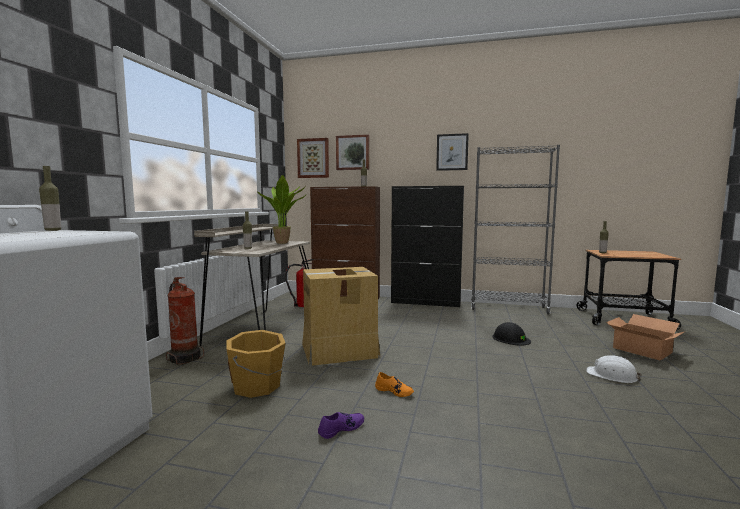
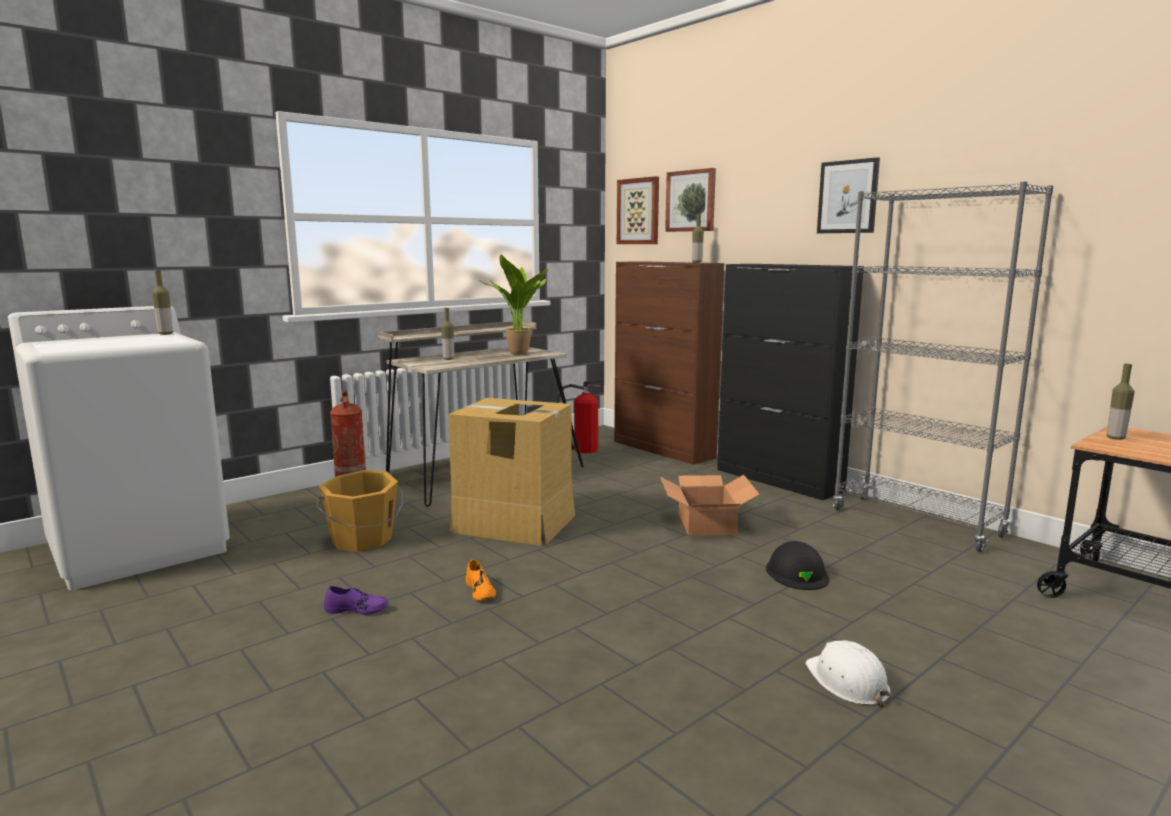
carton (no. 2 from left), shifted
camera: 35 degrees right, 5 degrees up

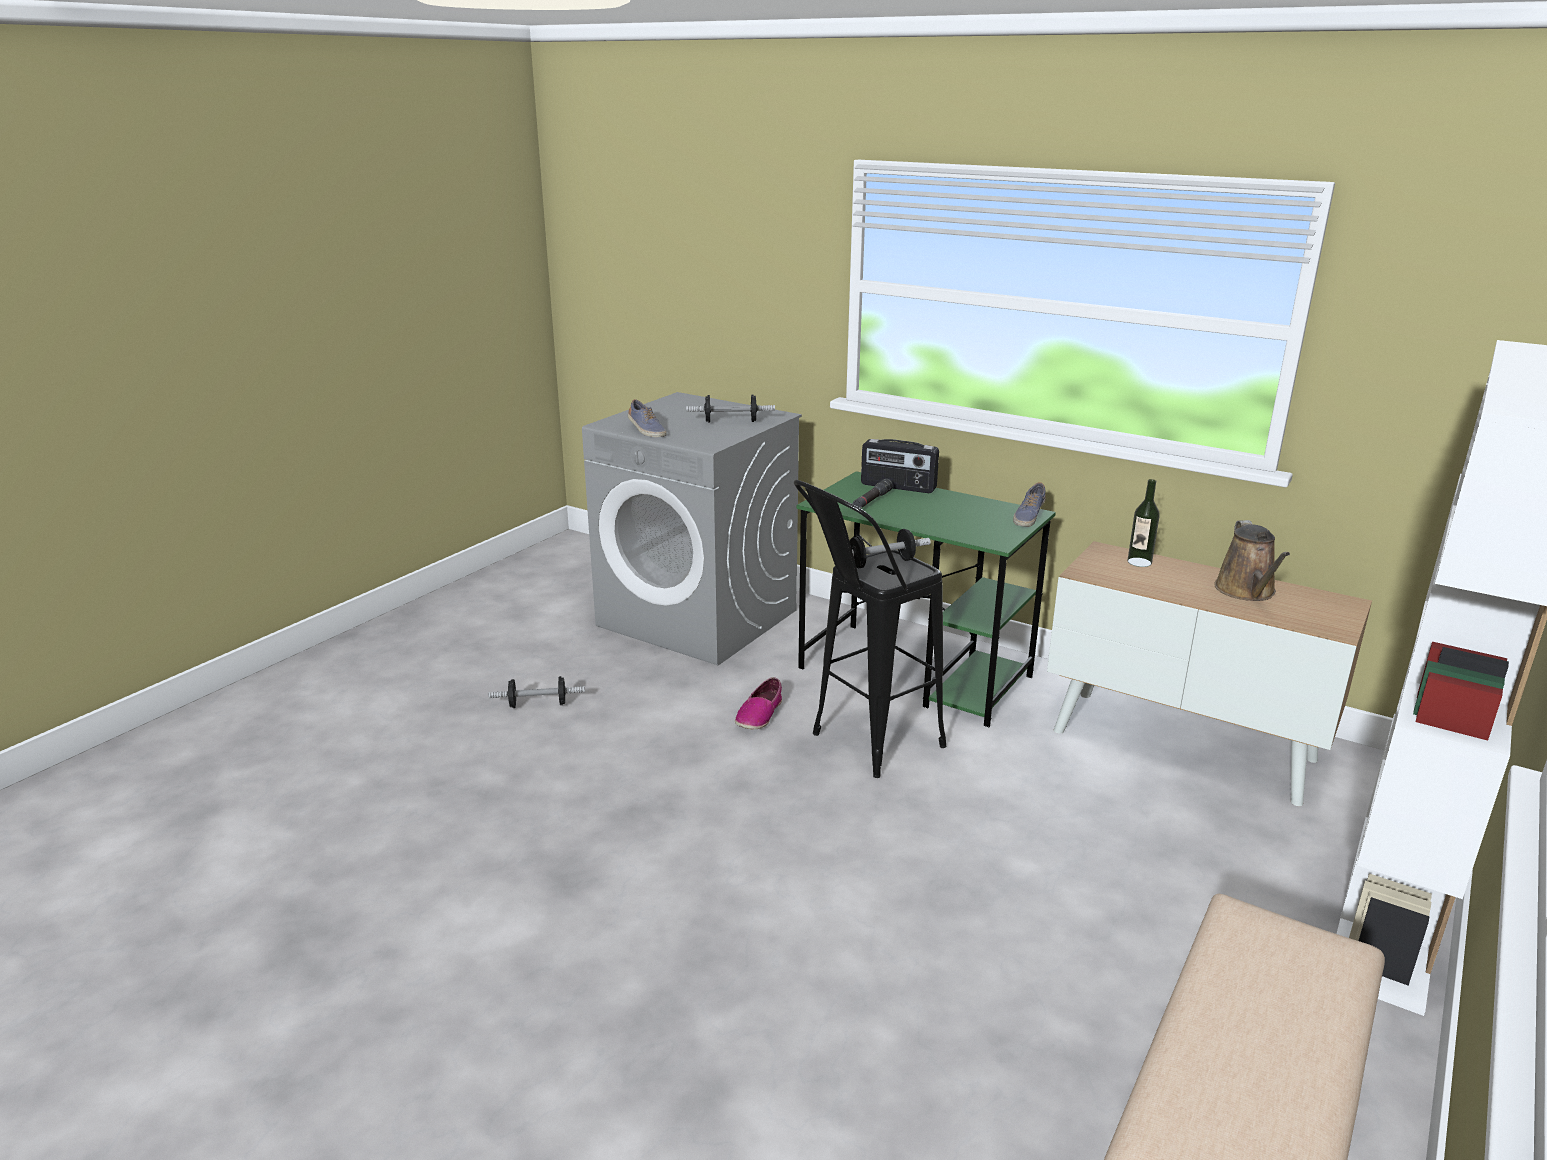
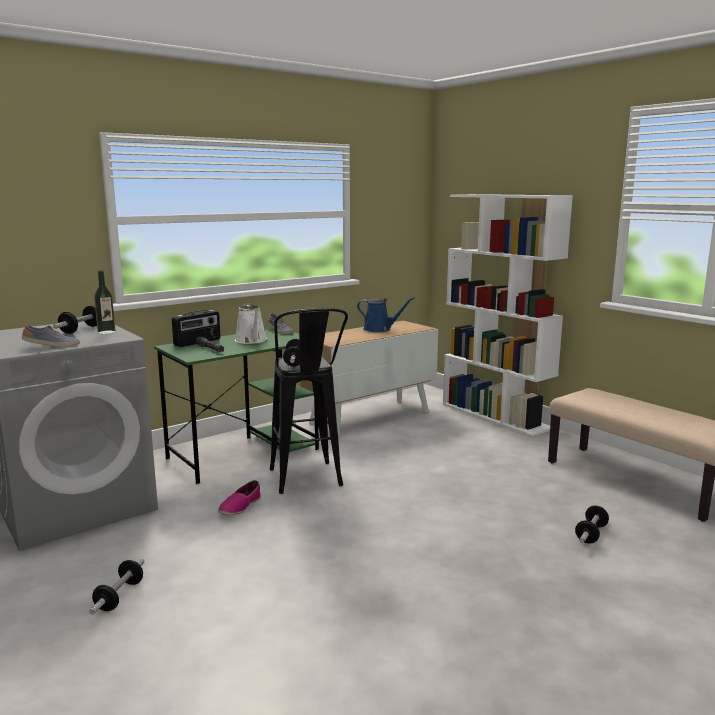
bouteille, shifted
arrosoir/marron → arrosoir/bleu
chaussure (no. 2 from left), 75 degrees clockwise
- → arrosoir/blanc
- → haltère (no. 4 from left)
camera: 70 degrees left, 10 degrees down

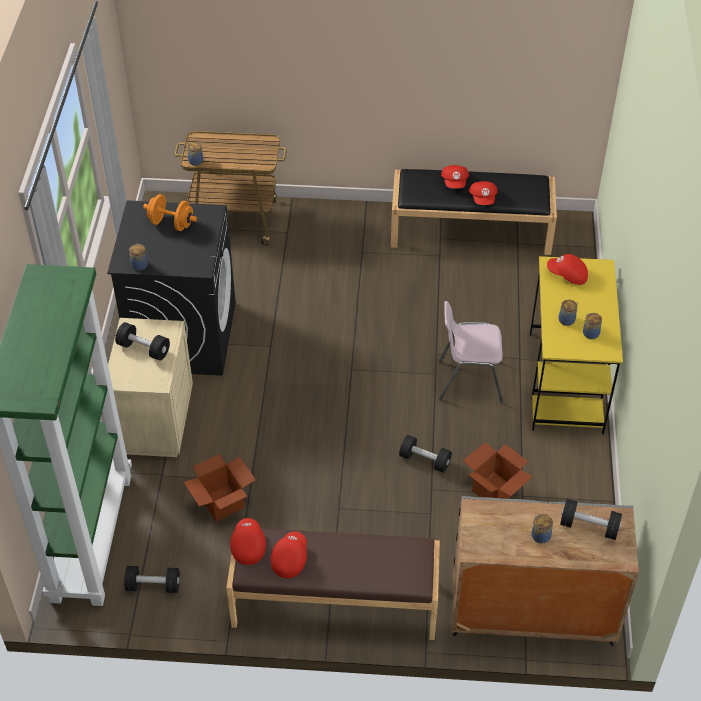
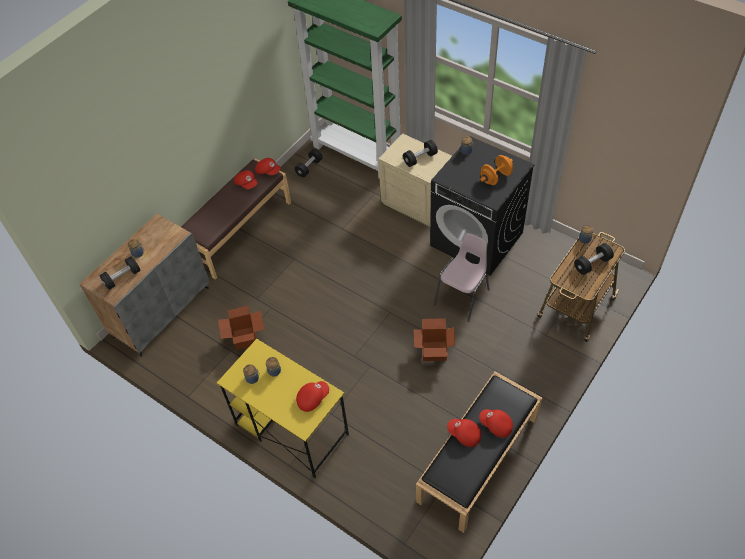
chaise/rose, shifted
haltère/noir (no. 3 from left in the first image) → haltère/noir (no. 4 from left), shifted
carton (no. 1 from left in the first image) → carton (no. 2 from left), shifted
camera: 125 degrees right, 5 degrees up

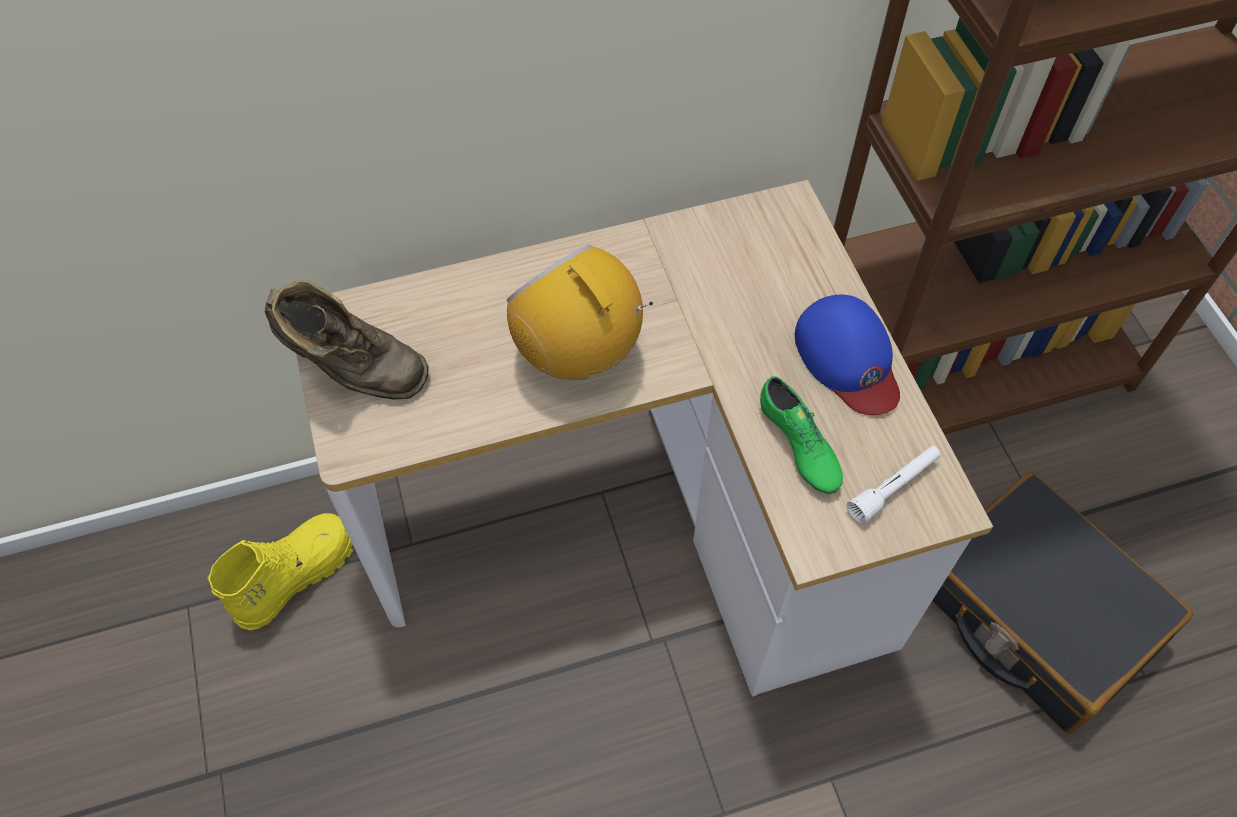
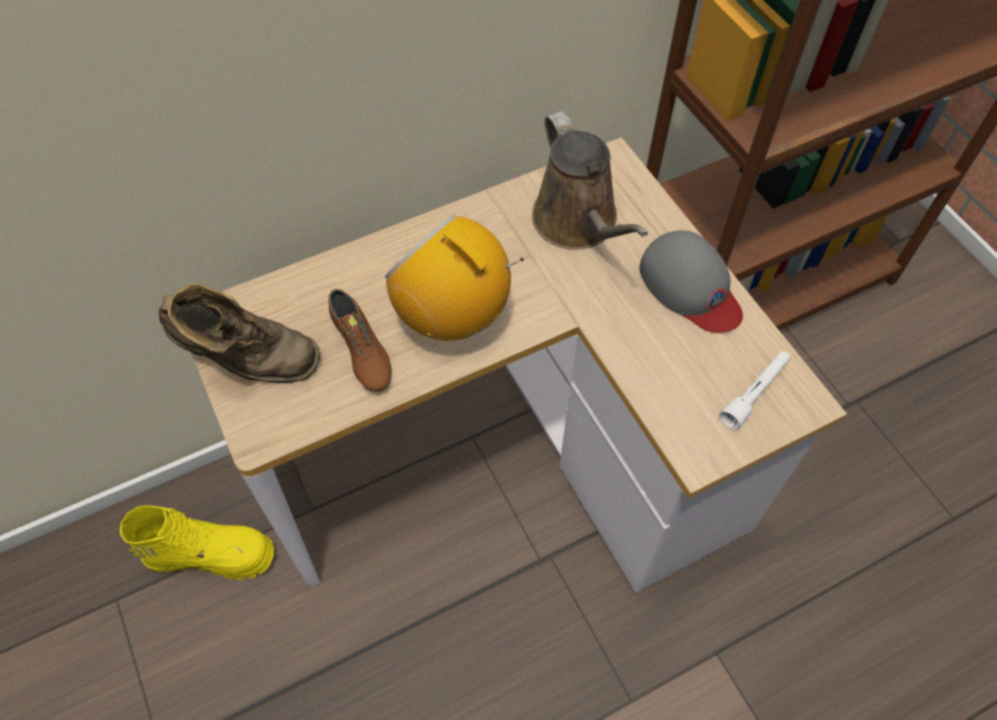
casquette/bleu → casquette/gris
chaussure/vert → -
valise/noir → -
botte/jaune, 60 degrees clockwise
- → arrosoir/marron
- → chaussure/marron
camera: 10 degrees left, 0 degrees up

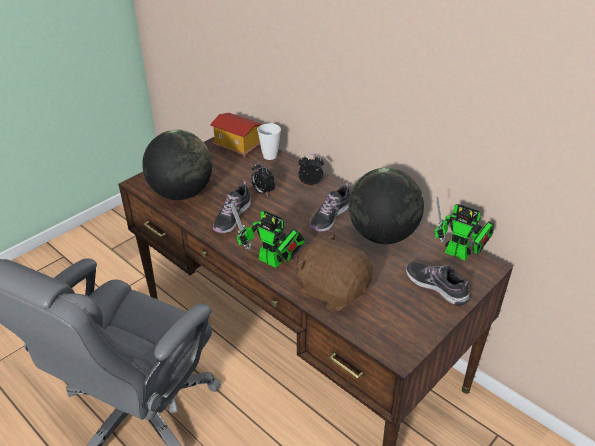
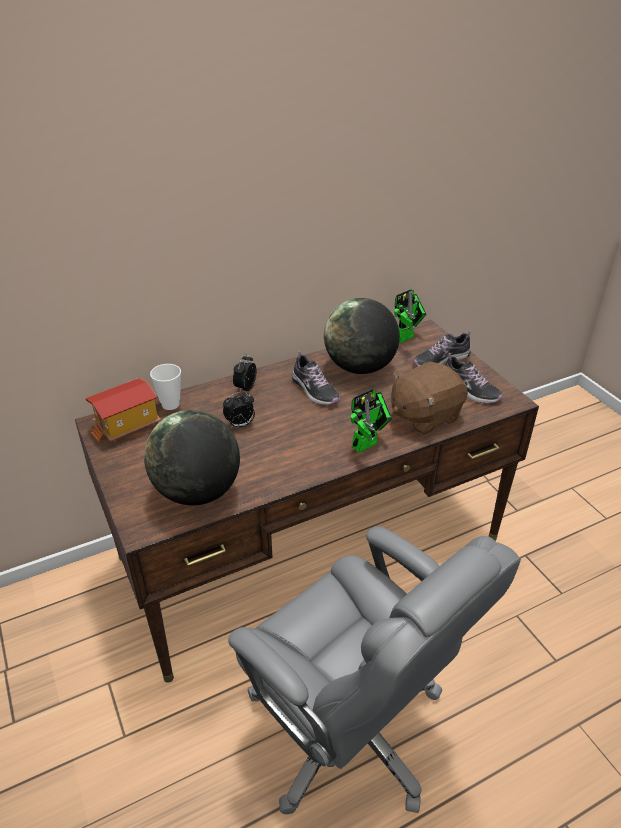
chaussure (no. 1 from left in the first image) → chaussure (no. 3 from left), shifted
camera: 70 degrees left, 0 degrees up

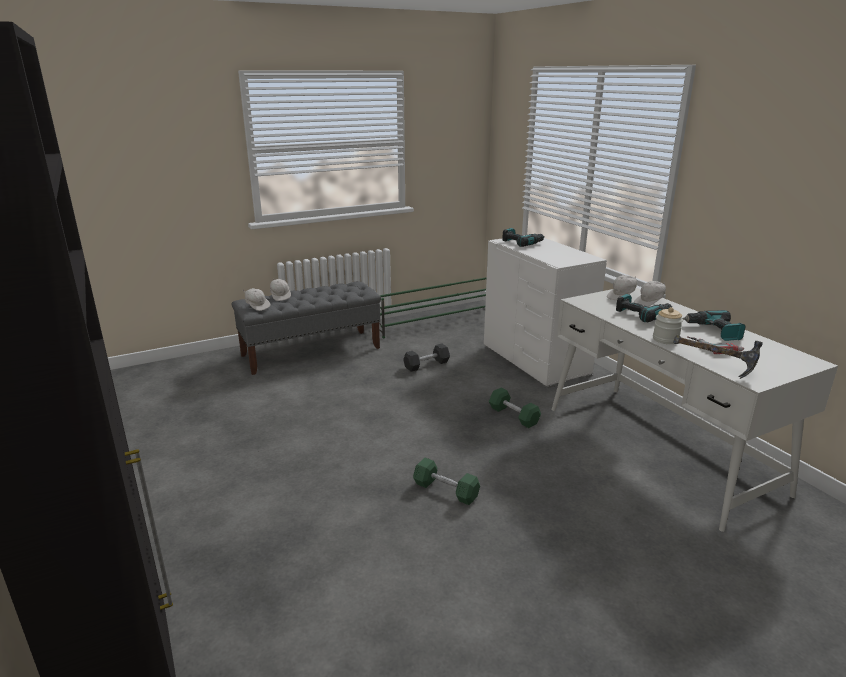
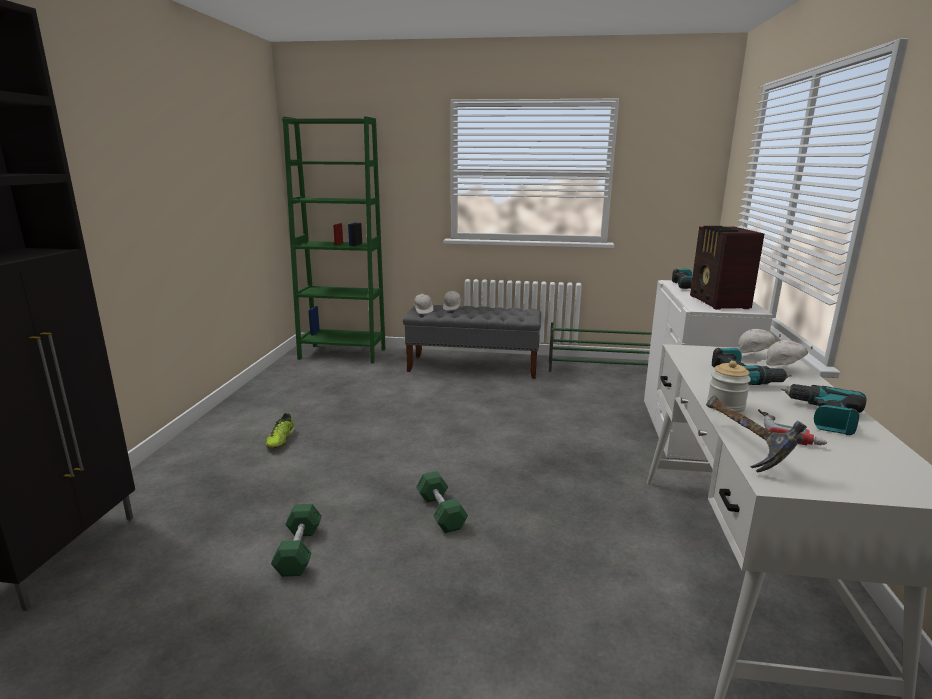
haltère/gris → -
haltère/vert (no. 2 from left in the first image) → haltère/vert (no. 1 from left), shifted
- → bibliothèque/vert
- → radio
- → chaussure
camera: 35 degrees right, 5 degrees down

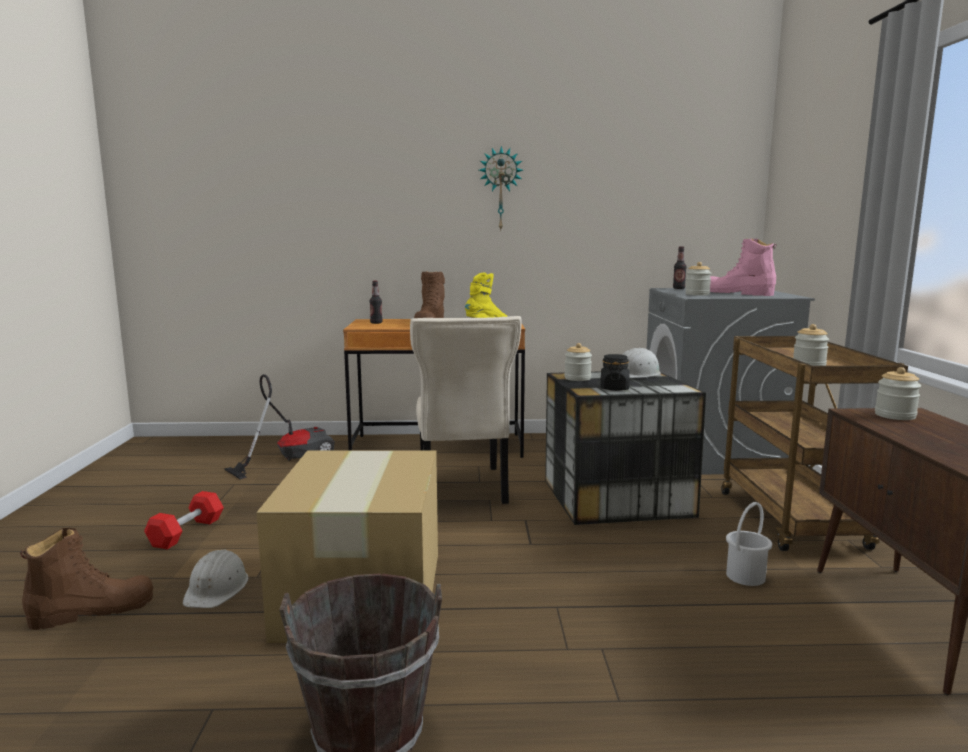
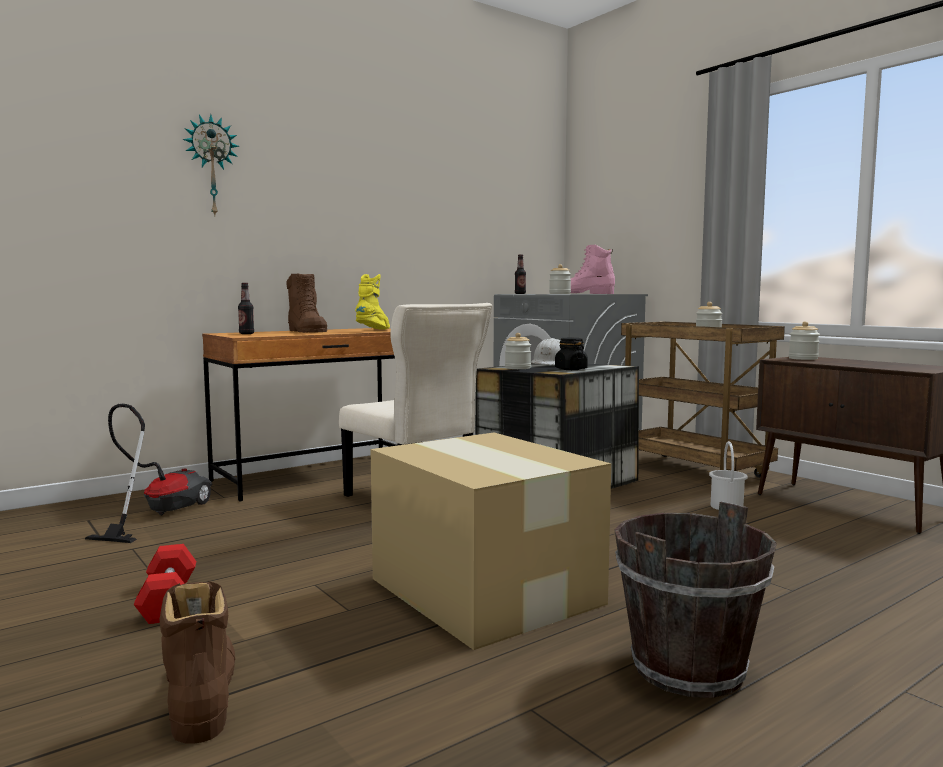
horloge murale, shifted
botte/marron (no. 1 from left), 45 degrees counterclockwise
casque de chantier/blanc (no. 1 from left) → -
camera: 35 degrees left, 5 degrees down

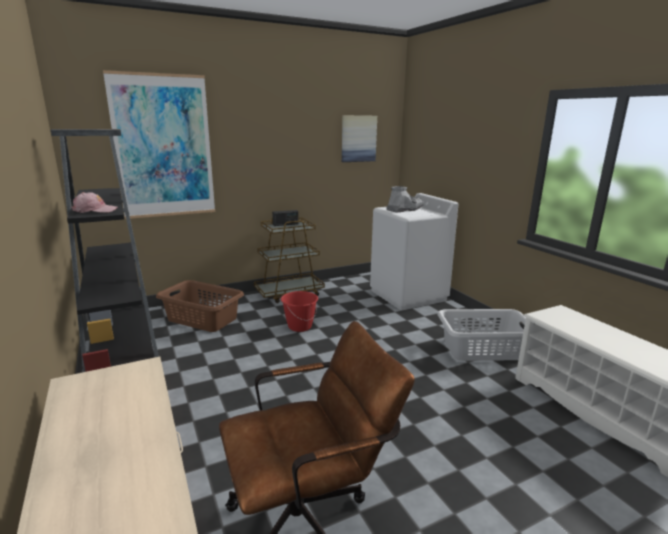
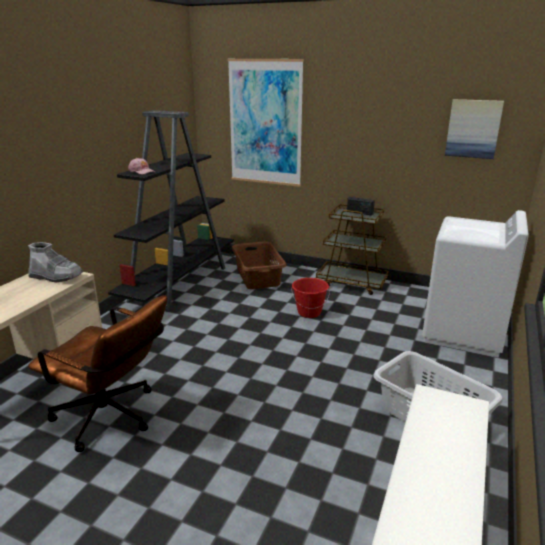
botte/gris, shifted
camera: 50 degrees right, 5 degrees up

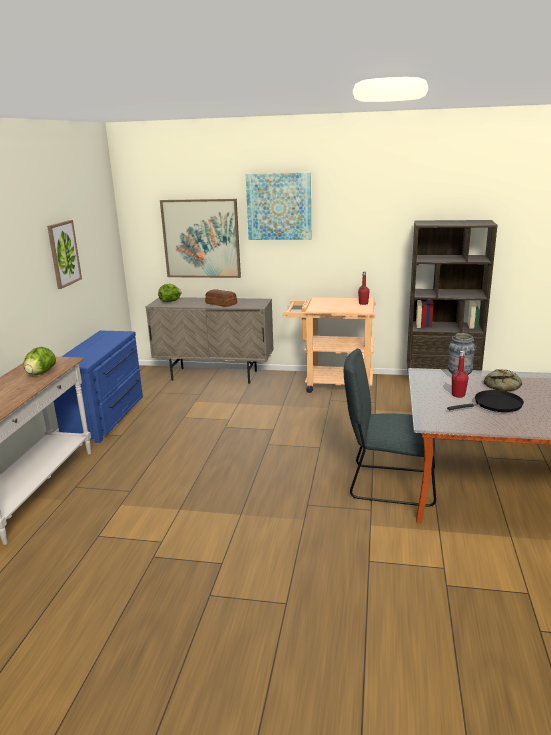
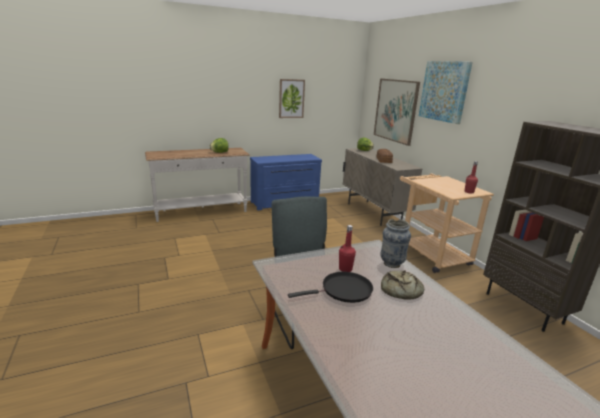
poêle/noir, 60 degrees counterclockwise
camera: 55 degrees right, 0 degrees up

